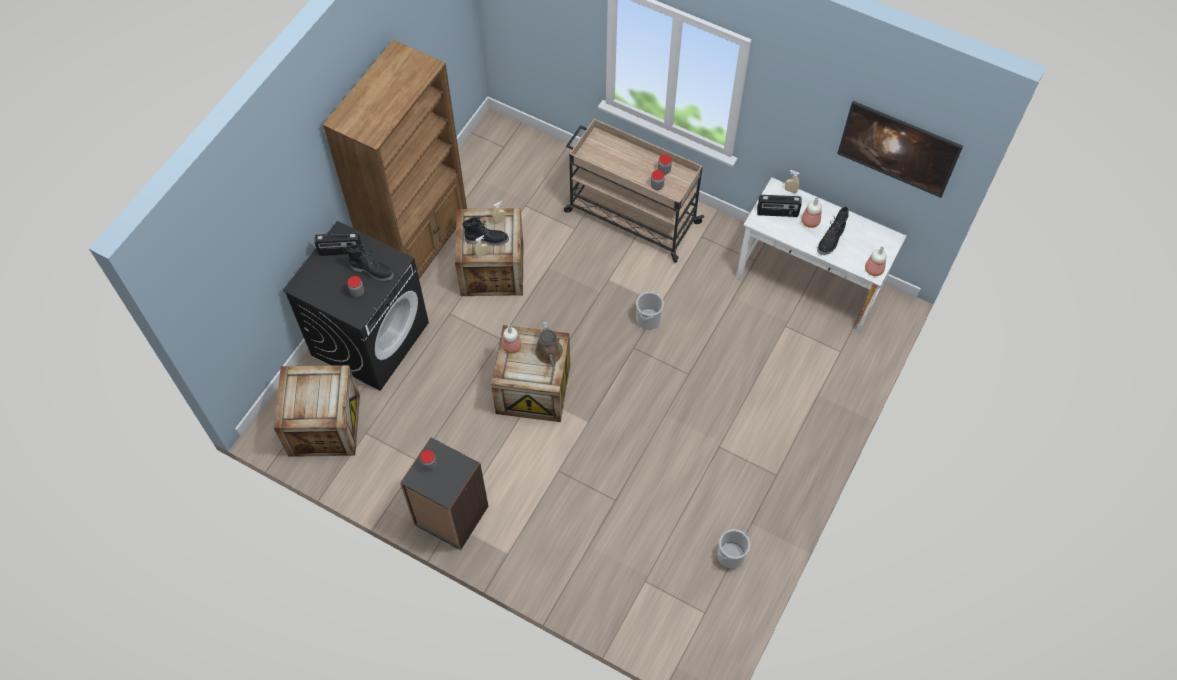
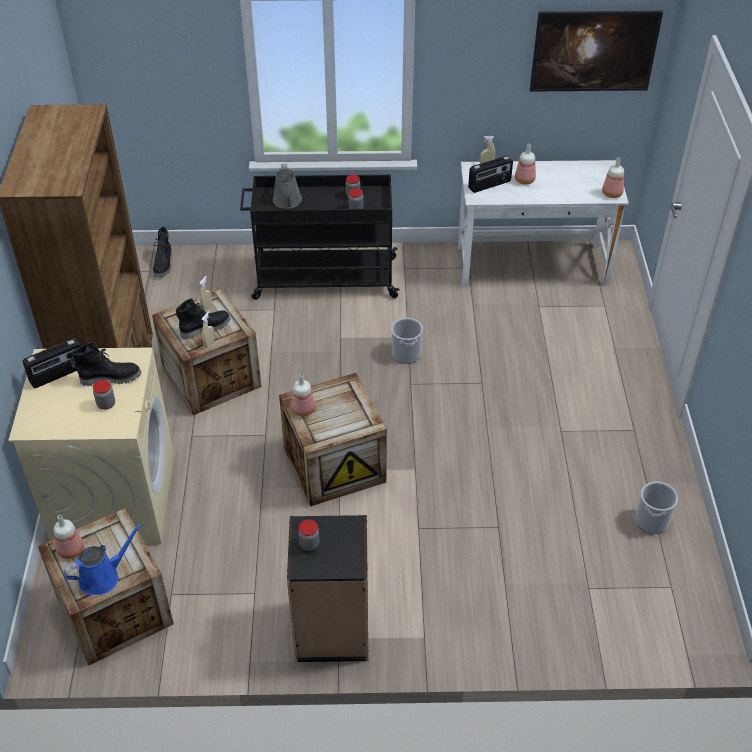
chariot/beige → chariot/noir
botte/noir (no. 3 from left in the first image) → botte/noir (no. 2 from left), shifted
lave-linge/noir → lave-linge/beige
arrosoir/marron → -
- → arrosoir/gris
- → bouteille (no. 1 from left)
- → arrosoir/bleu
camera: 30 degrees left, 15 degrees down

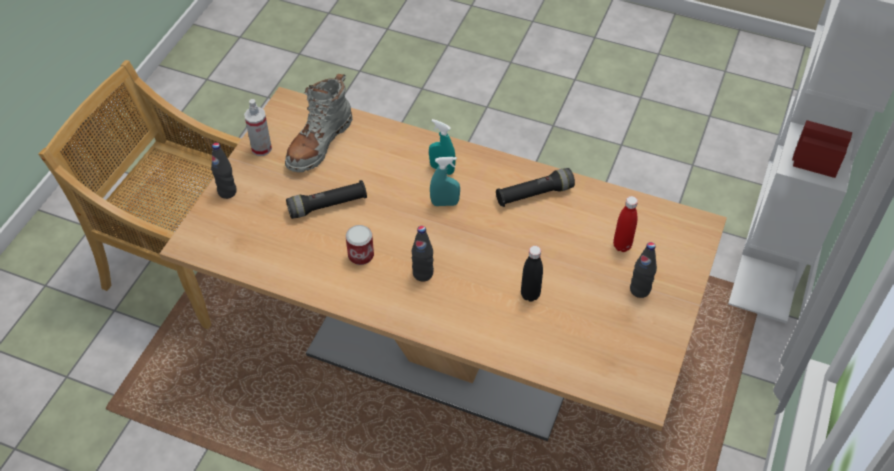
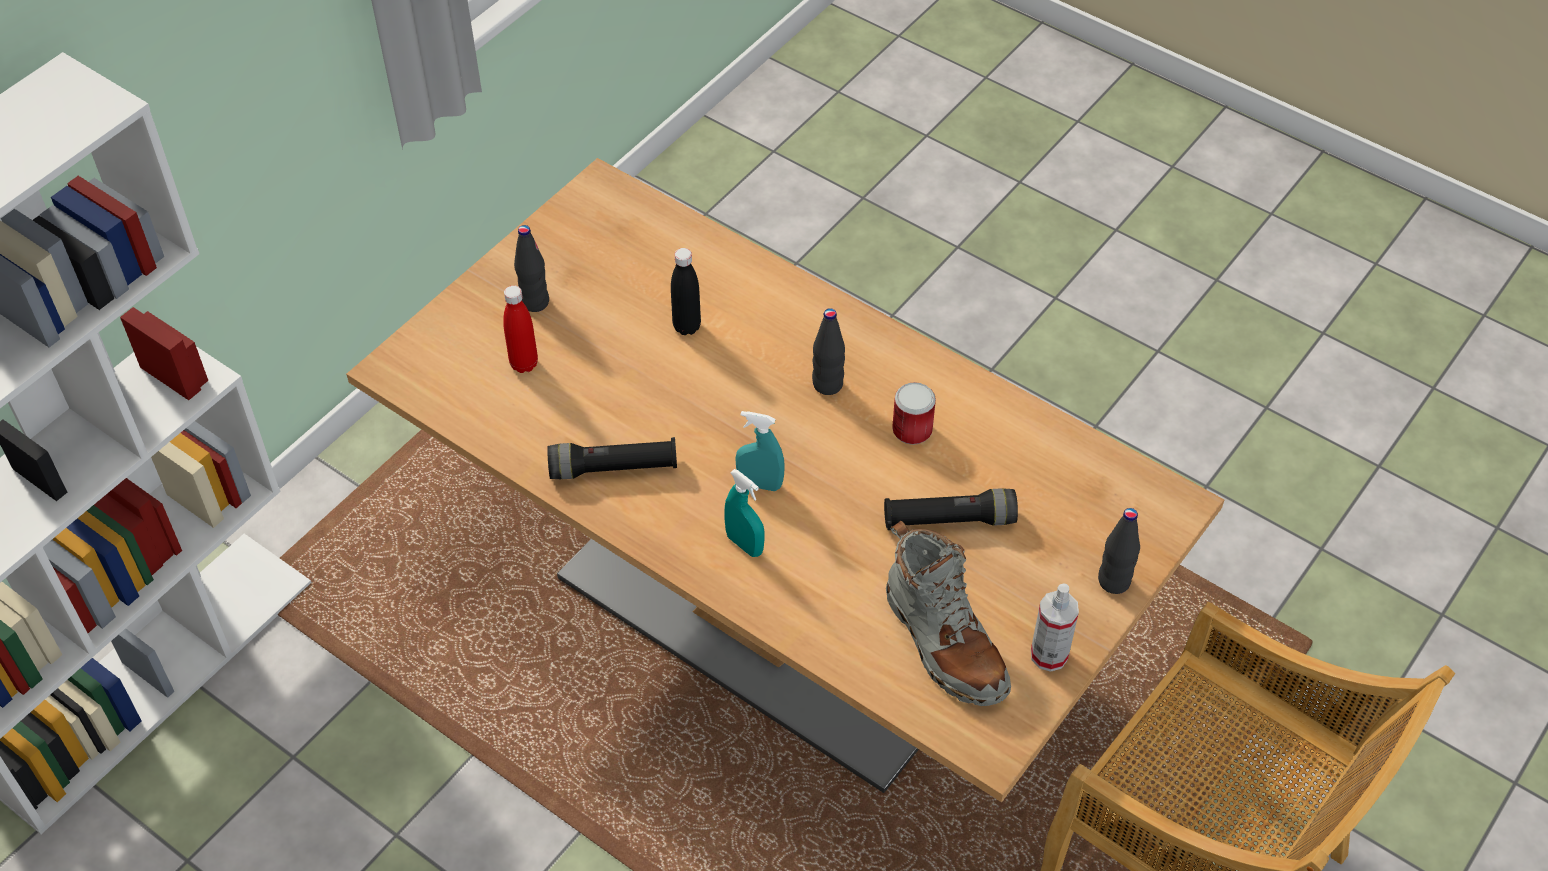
botte/gris, 105 degrees clockwise
camera: 165 degrees left, 0 degrees up

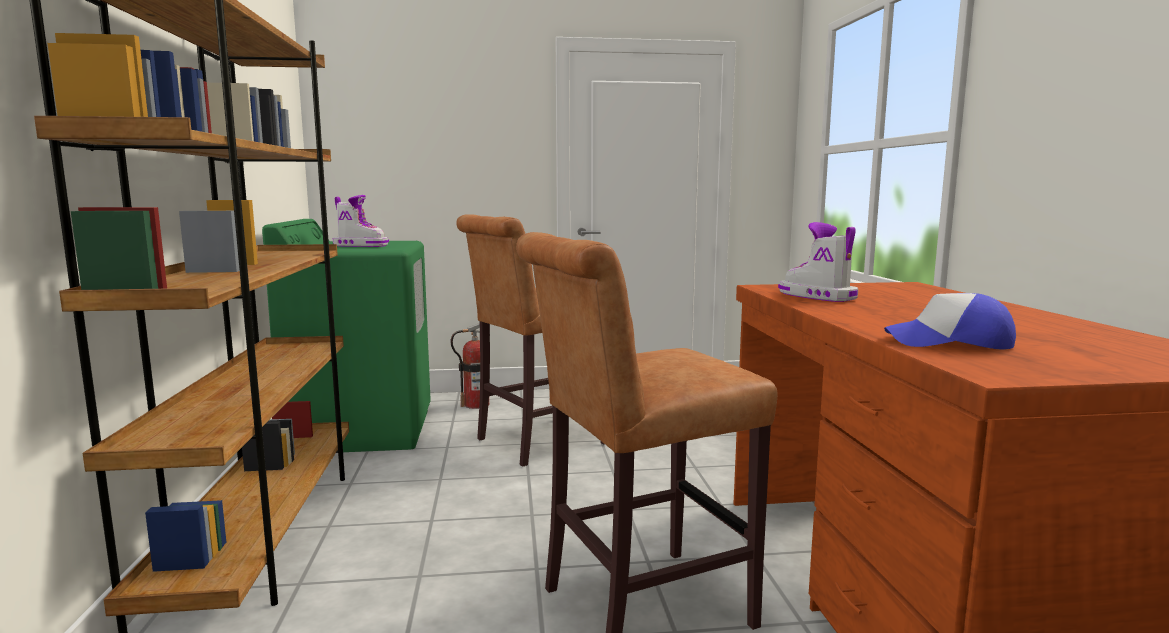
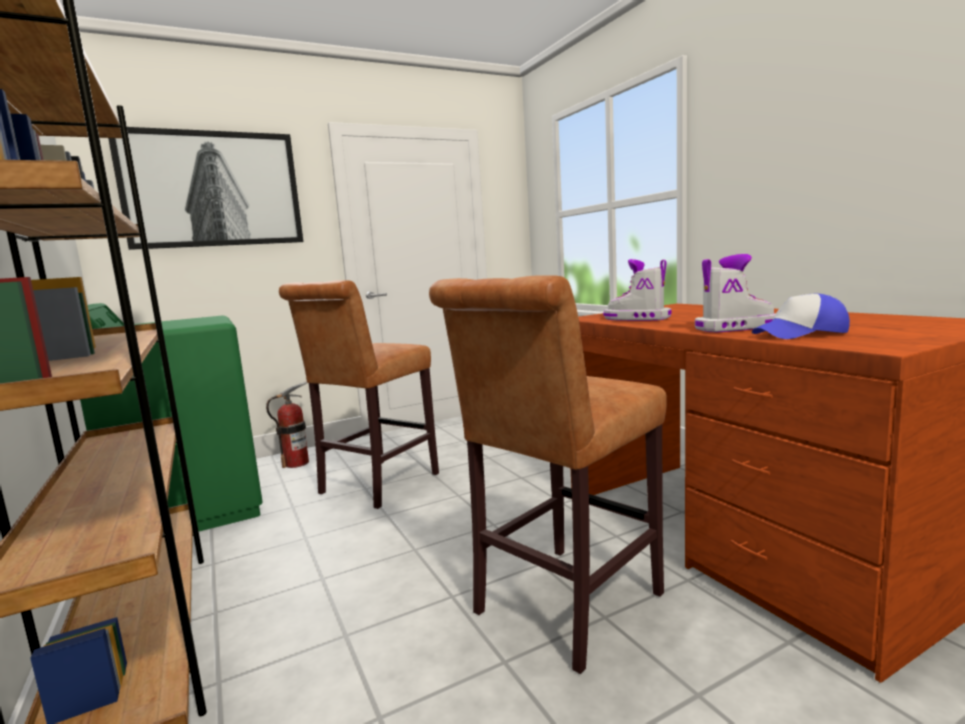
botte (no. 1 from left in the first image) → botte (no. 2 from left), shifted
- → tableau
camera: 20 degrees left, 0 degrees up

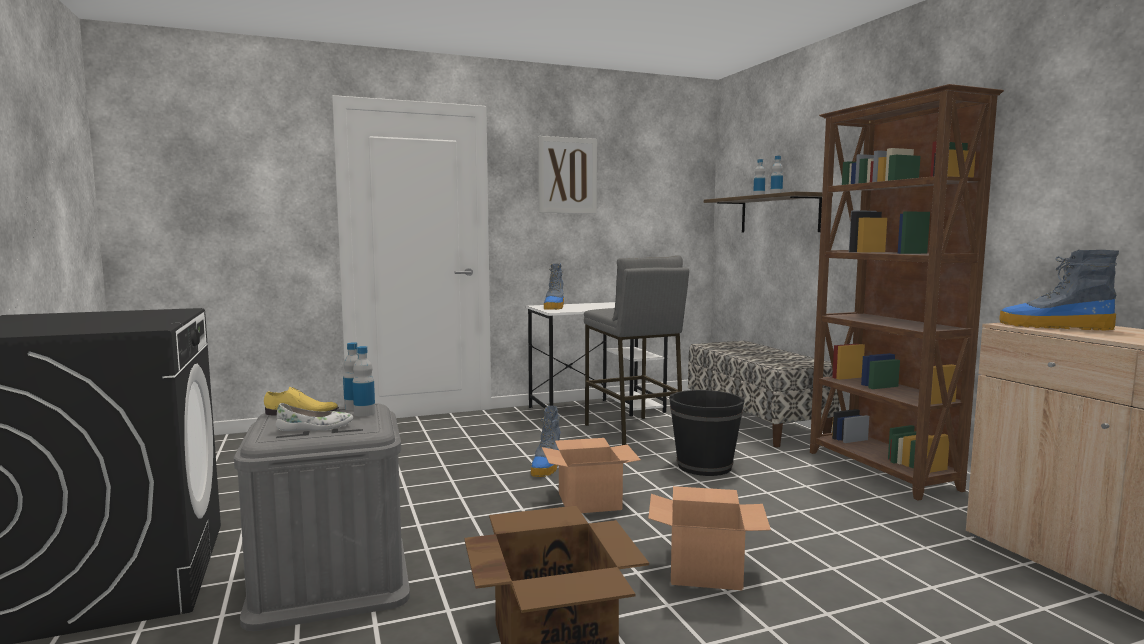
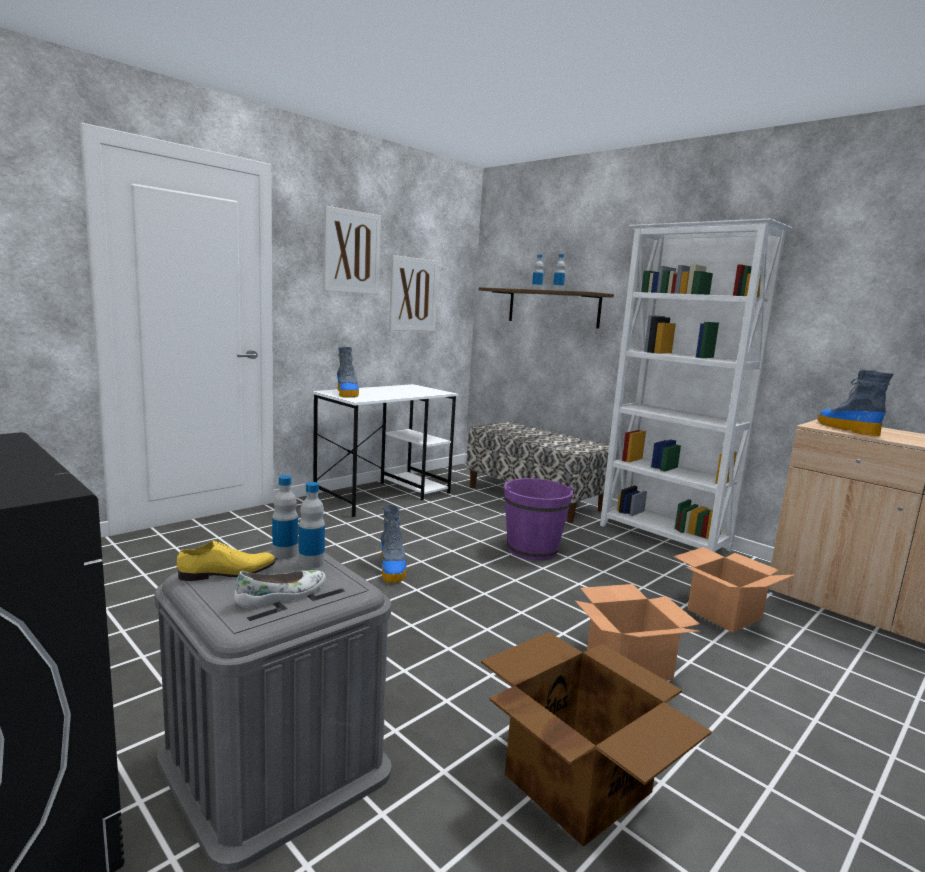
bibliothèque/marron → bibliothèque/blanc
botte (no. 3 from left), 75 degrees clockwise
tabouret/gris → -
seau/noir → seau/violet
carton (no. 2 from left in the first image) → carton (no. 3 from left), shifted
- → tableau (no. 2 from left)
camera: 25 degrees left, 5 degrees up

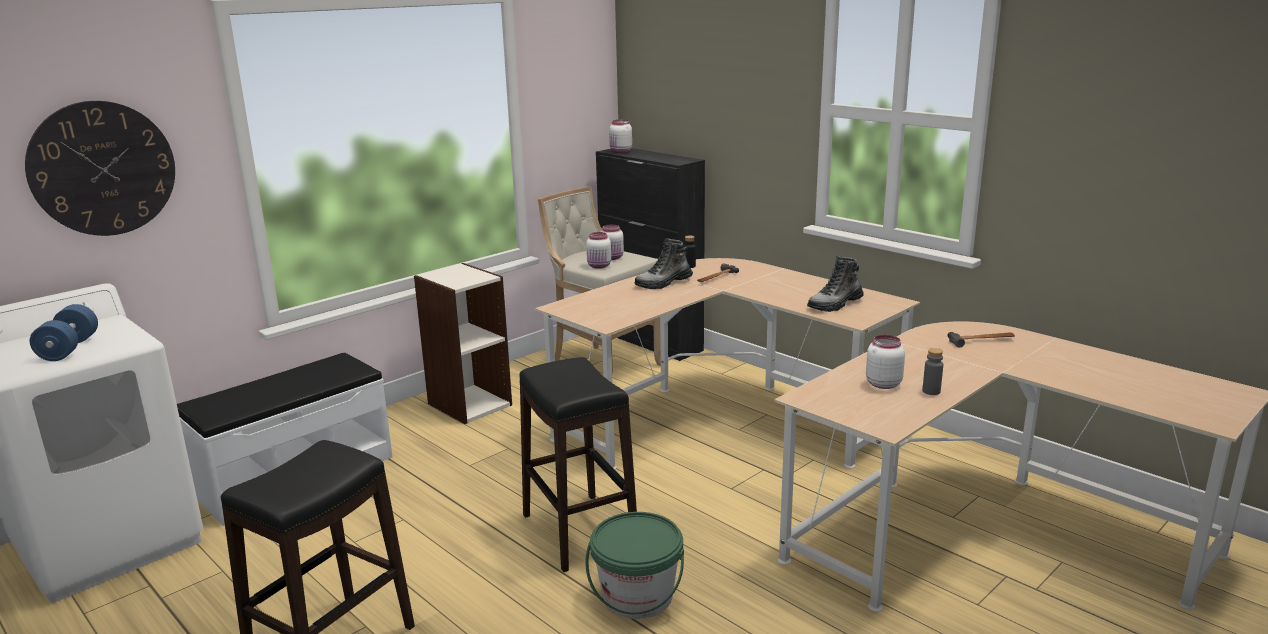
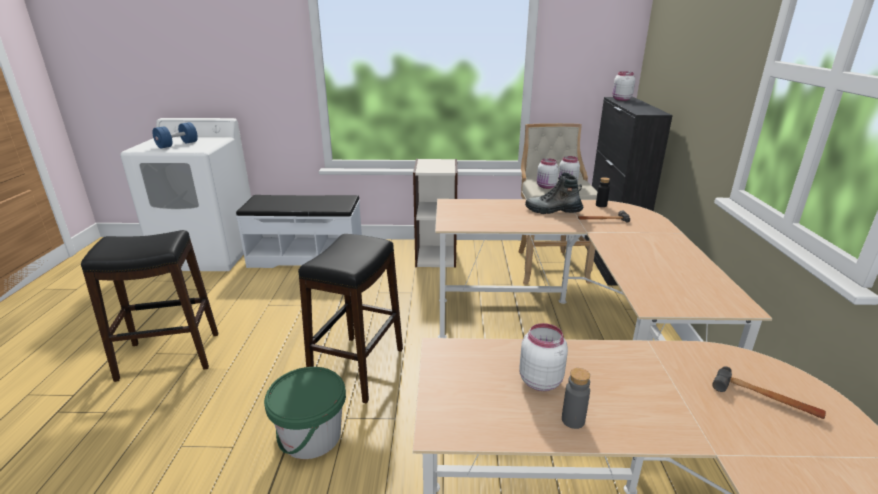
horloge murale → -
botte (no. 2 from left) → -
camera: 45 degrees right, 5 degrees up

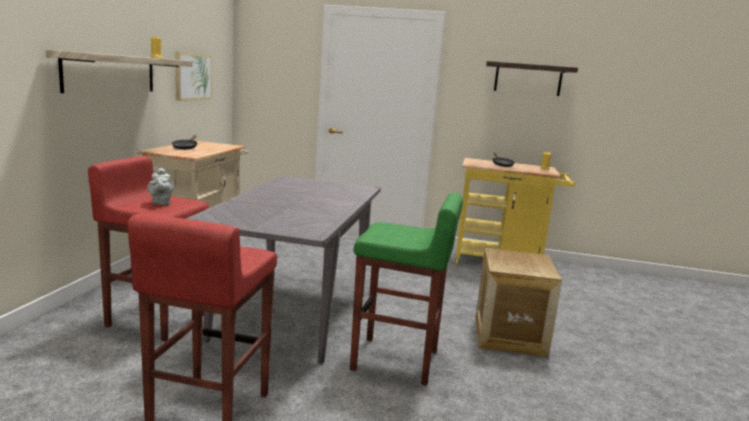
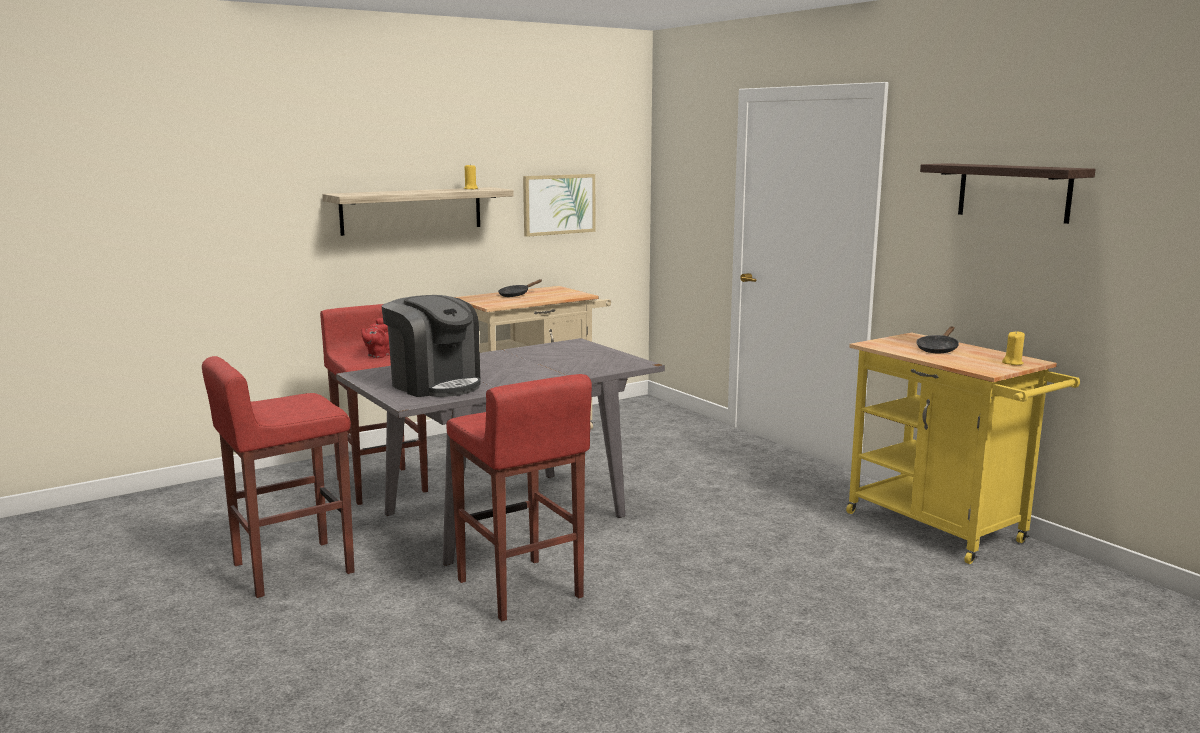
théière/gris → théière/rouge
tabouret/vert → tabouret/rouge (no. 3 from left)
caisse → -
- → machine à café
camera: 45 degrees right, 0 degrees up

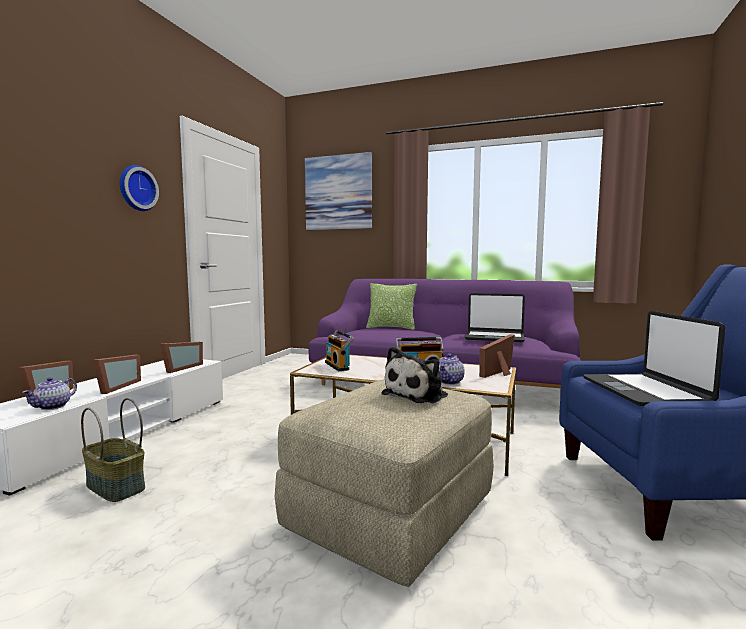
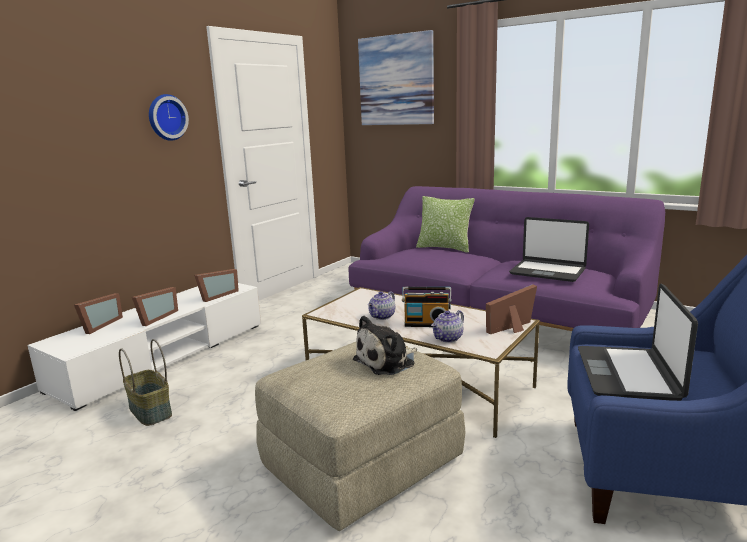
radio (no. 1 from left) → -
théière (no. 1 from left), shifted
camera: 15 degrees right, 10 degrees up

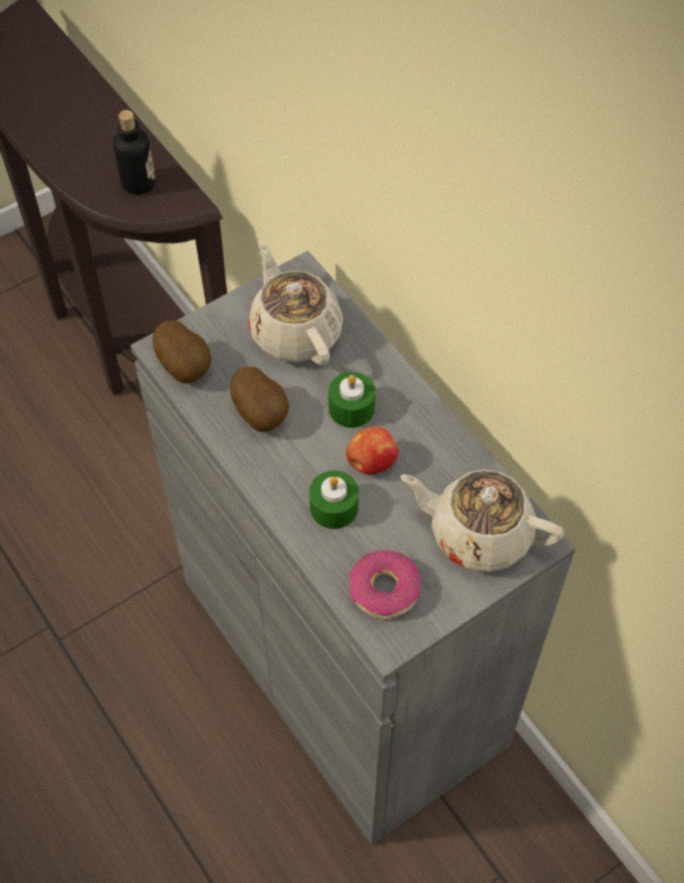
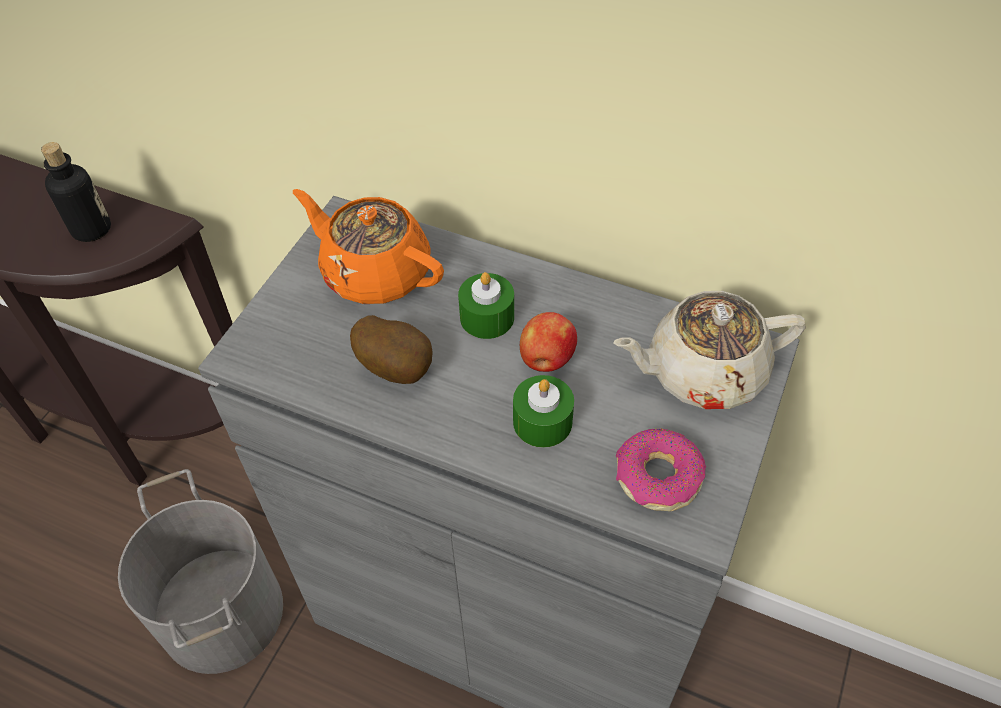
théière/beige (no. 1 from left) → théière/orange
pomme de terre (no. 1 from left) → -
- → seau/gris
camera: 30 degrees left, 5 degrees down

